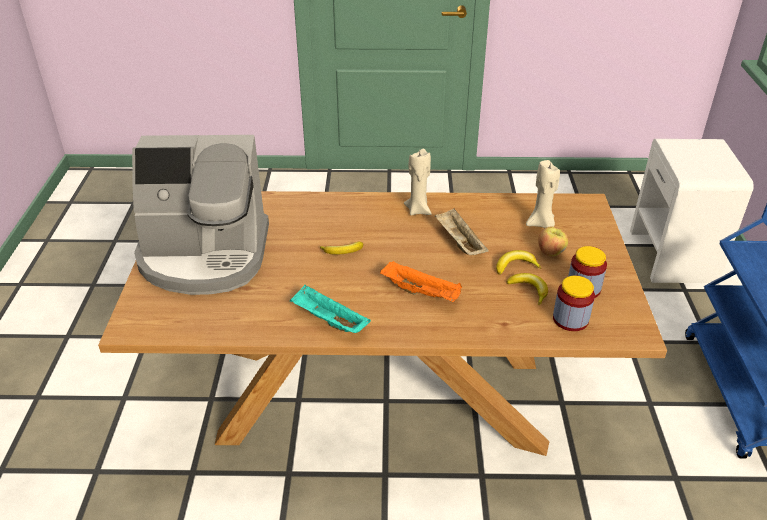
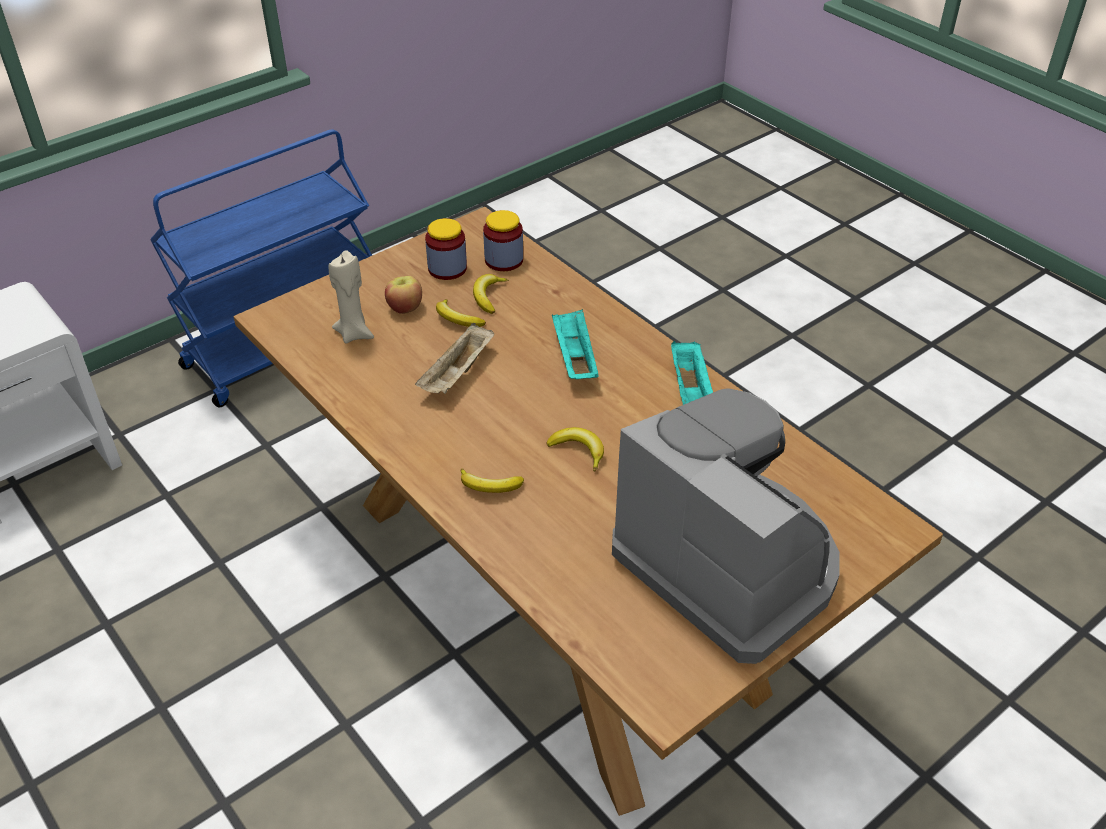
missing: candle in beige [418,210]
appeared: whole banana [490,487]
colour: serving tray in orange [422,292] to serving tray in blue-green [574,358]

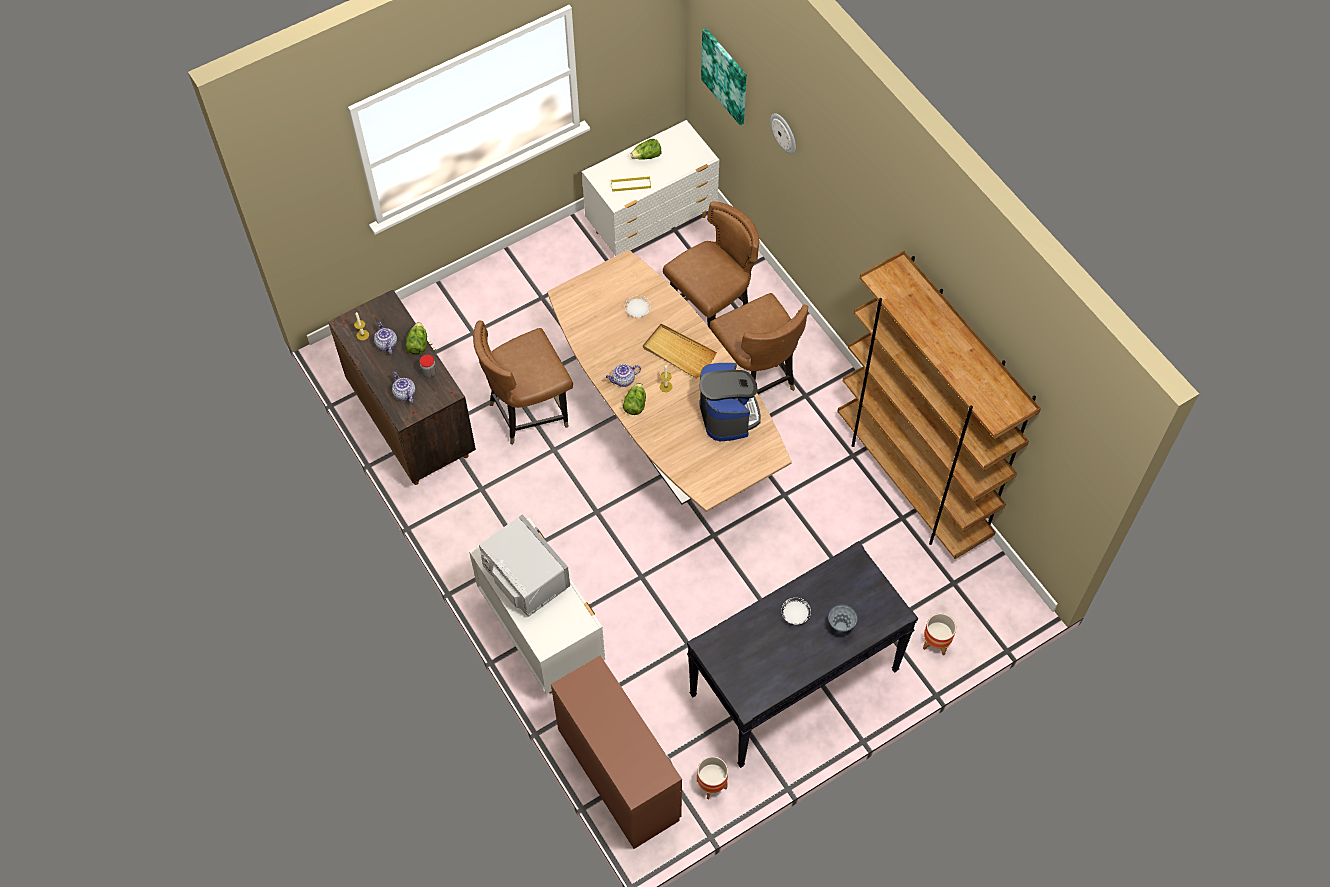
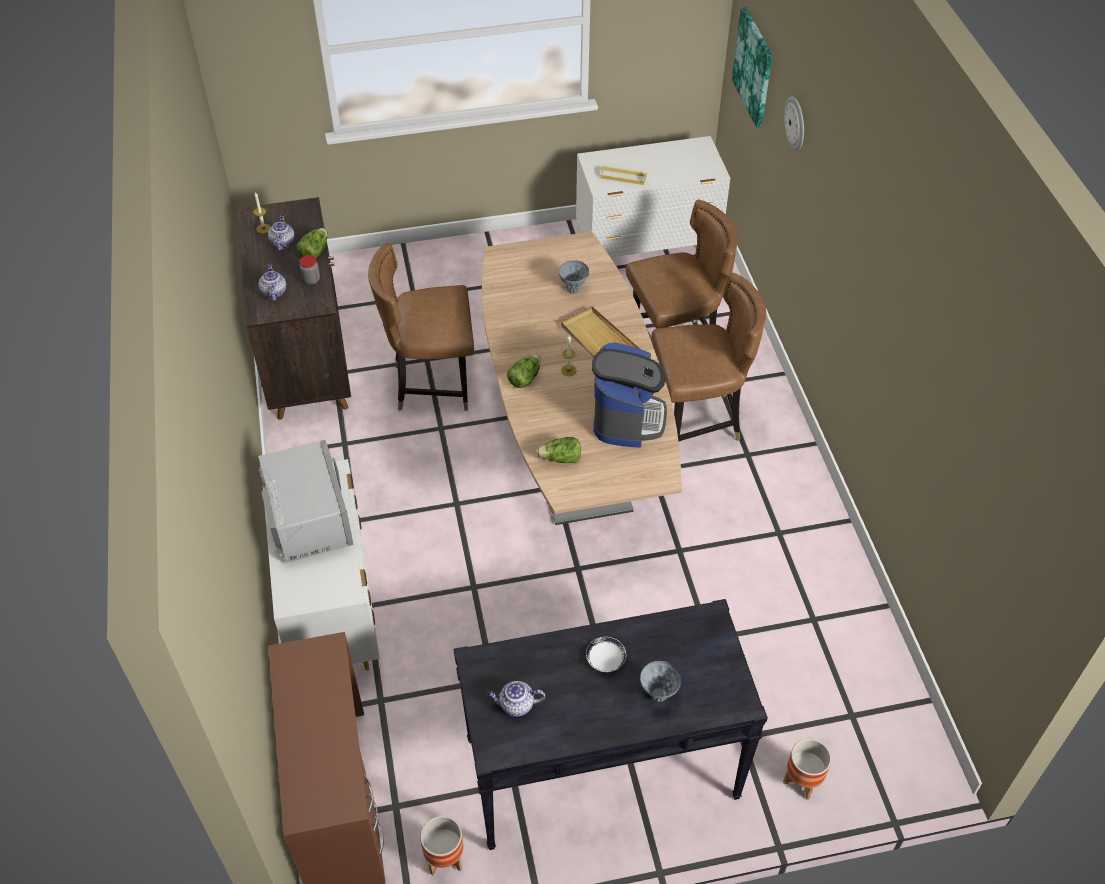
missing: shelving unit in brown-coloured [912,482]
relocated: lettuce [647,156] to [561,459]; tea pot [623,380] to [516,705]
exchanged: plate in white-coloured [638,310] to vase in greyish [573,289]
spun: chair in brown-coloured [756,378] = [697,421] 90 degrees counterclockwise

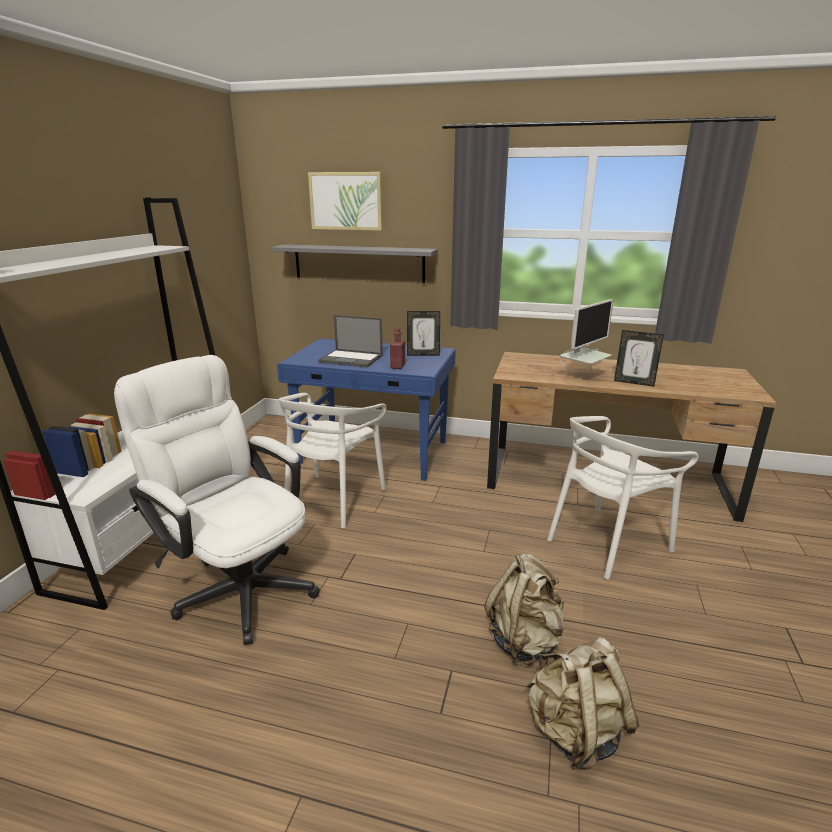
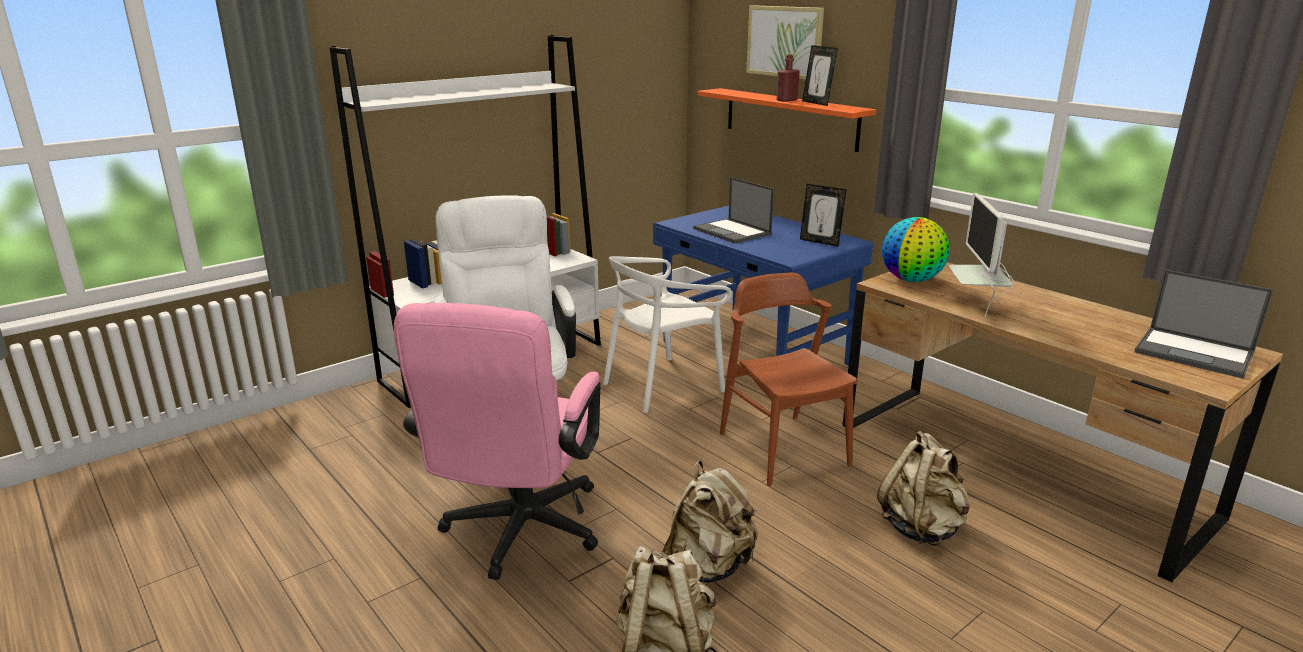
appeared: world globe [911,280]; portable computer [1195,353]; chair in brown-coloured [783,449]; office chair in pink [518,535]
relocated: drink bottle in red [397,366] to [787,100]; standing frame [634,382] to [817,103]
exchanged: chair in white-coloured [607,542] to rucksack in beige [921,527]
colour: wall shelf in greyish [359,263] to wall shelf in orange [790,118]
spun: computer display [582,377] = [977,306] 105 degrees clockwise

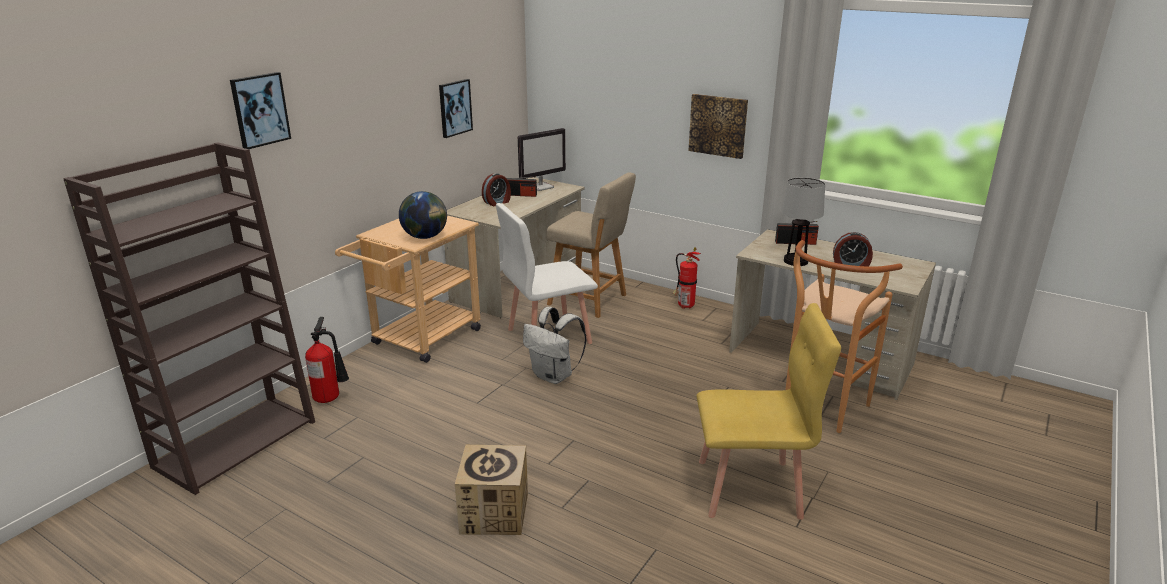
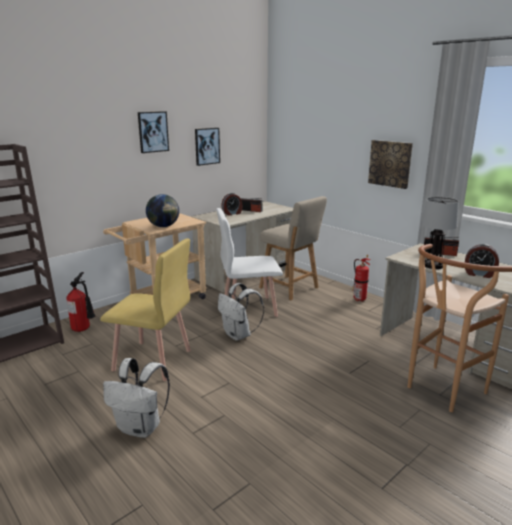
missing: computer display [541,187]
relocated: wall art [260,110] to [153,132]; chair in yellowish [750,489] to [153,360]
exchanged: packing box [494,513] to rucksack in white-coloured [141,428]

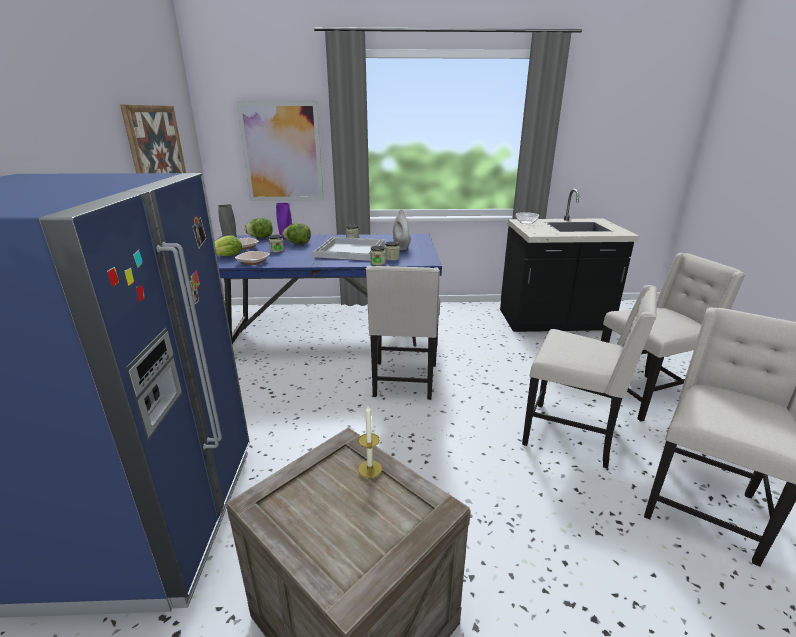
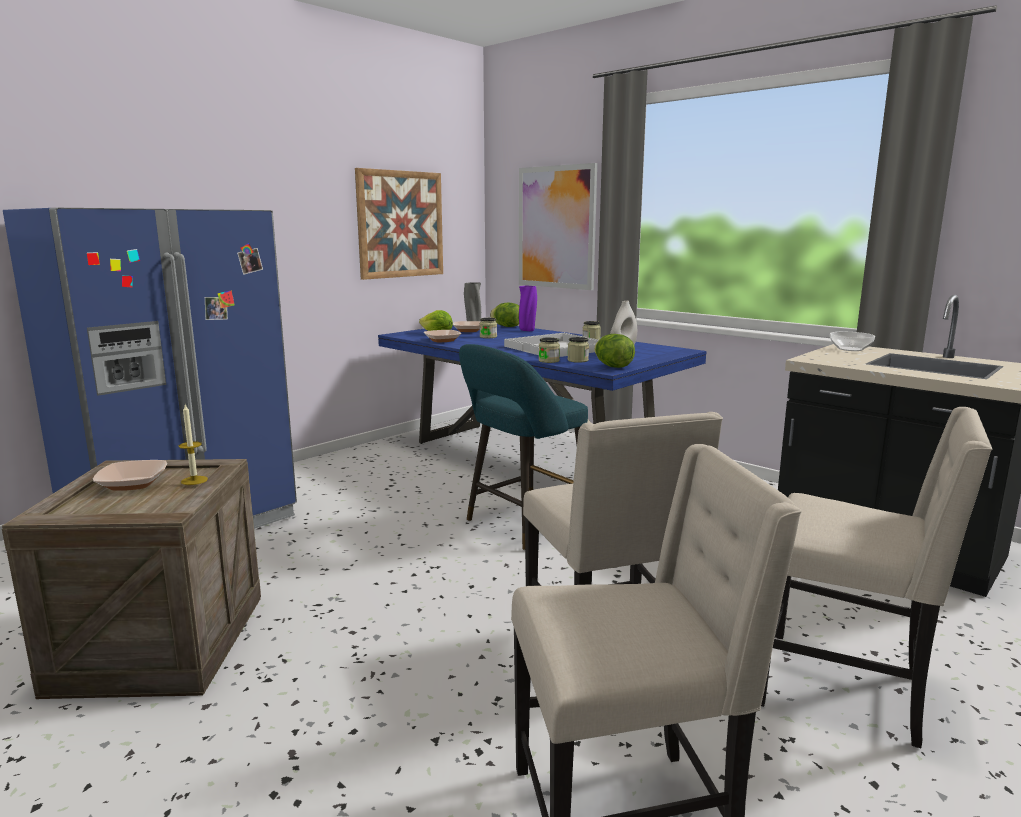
appeared: bowl [133,484]
relocated: lettuce [298,243] to [613,366]
exchanged: chair in beige [404,381] to sitting stool in blue-green [522,525]

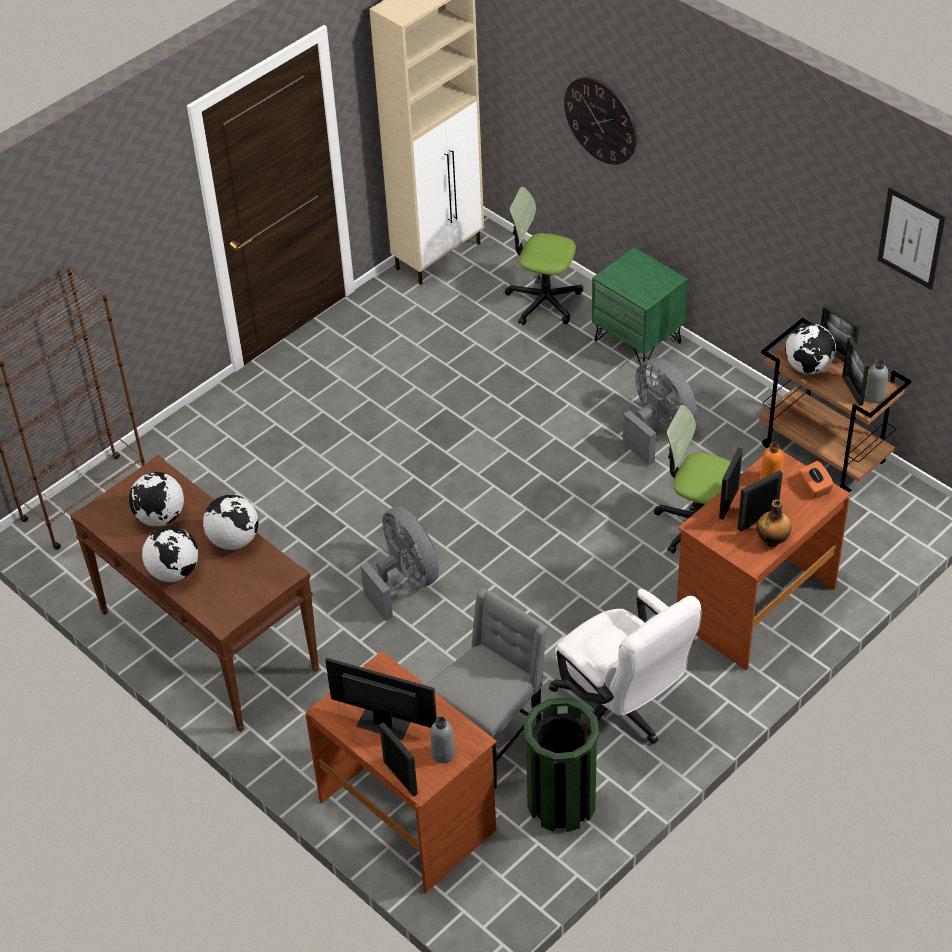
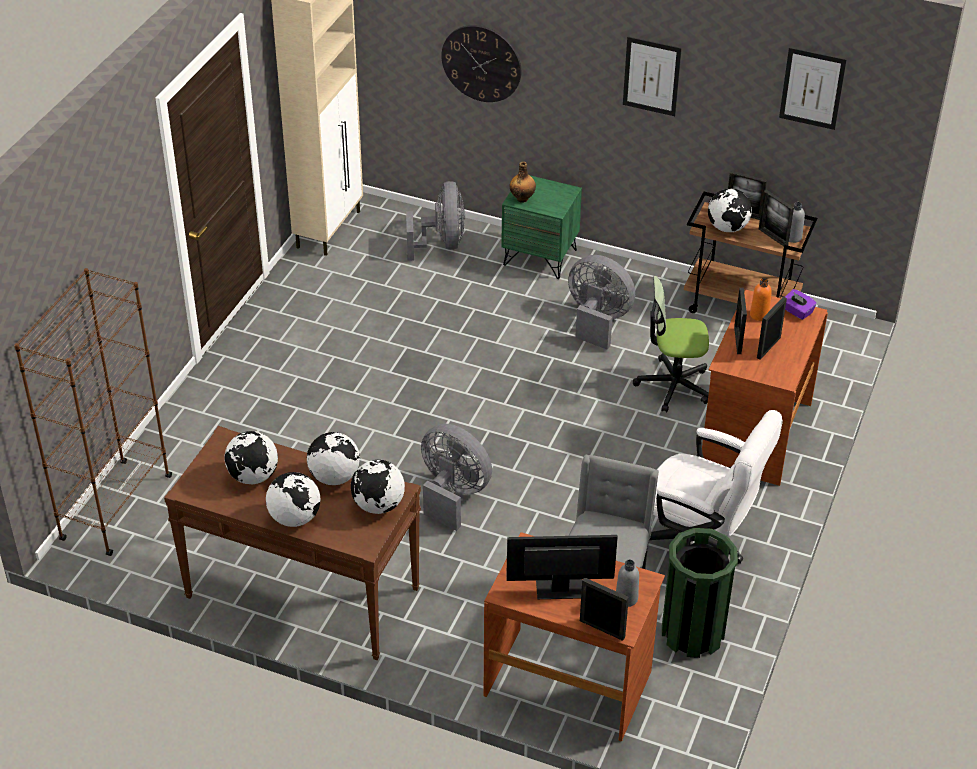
appeared: wall art [651,76]; world globe [378,505]
relocated: drink bottle [772,540] to [522,198]
exchanged: office chair [543,301] to electric fan in greyish [442,244]
colour: box of tissues in orange [814,487] to box of tissues in purple [797,312]

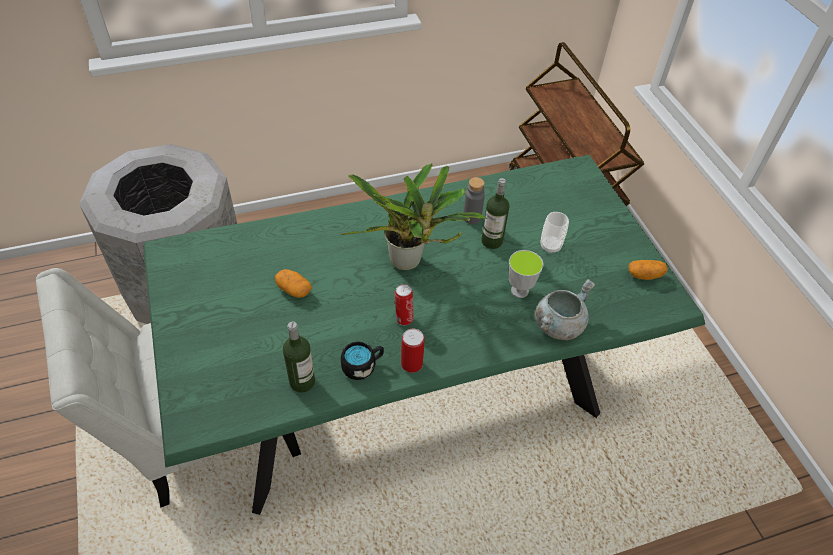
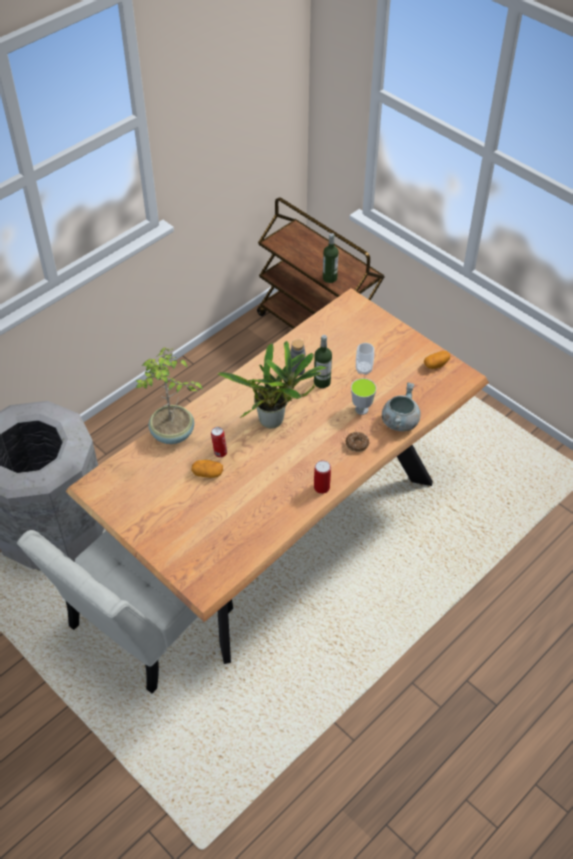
missing: tea mug in black [363,366]
appeared: houseplant [172,434]; donut [357,444]
relocated: metal can [403,318] to [219,452]; drink bottle [302,382] to [329,278]
colour: dining table in green-coloured [410,390] to dining table in brown-coloured [286,526]

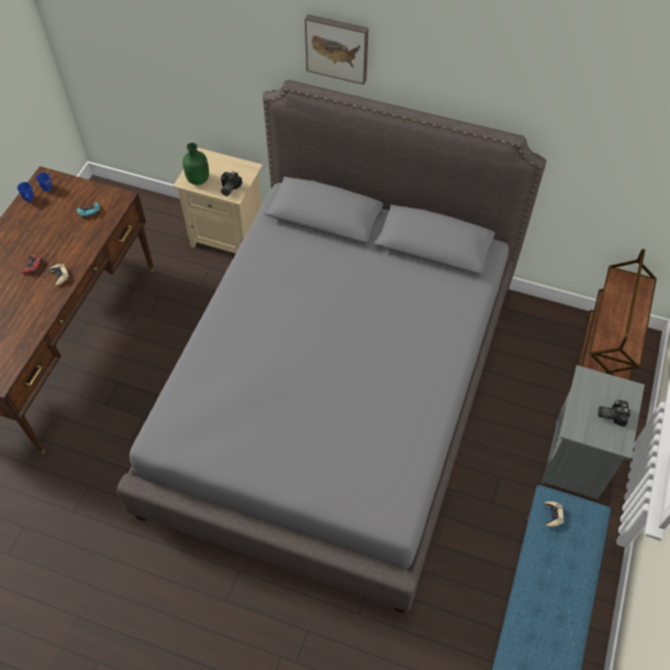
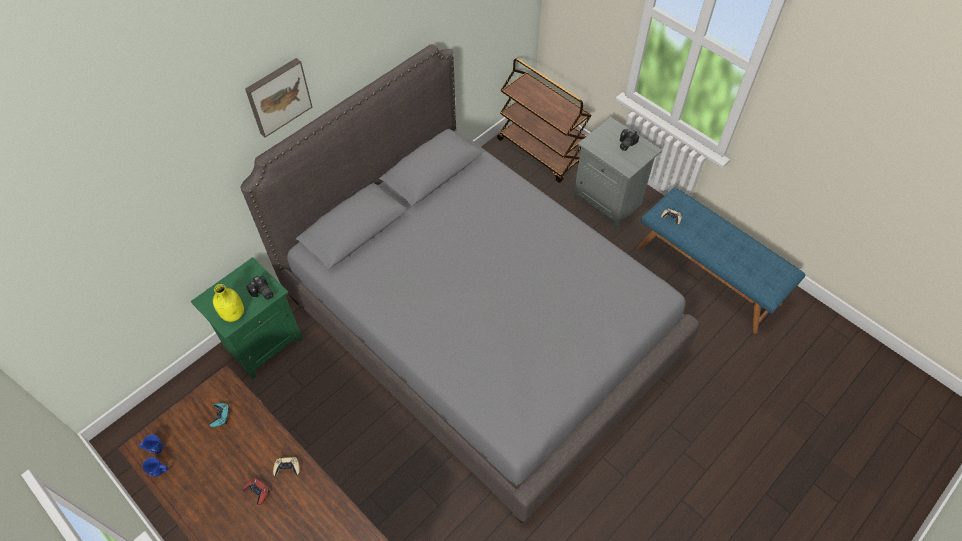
colour: drink bottle in green-coloured [198,180] to drink bottle in yellowish [234,314]; bedside table in beige [228,236] to bedside table in green-coloured [262,343]

